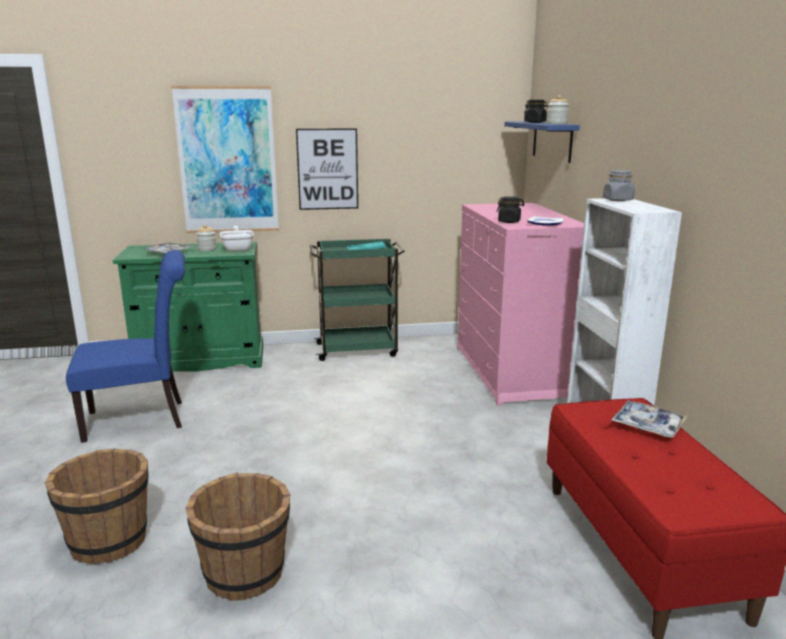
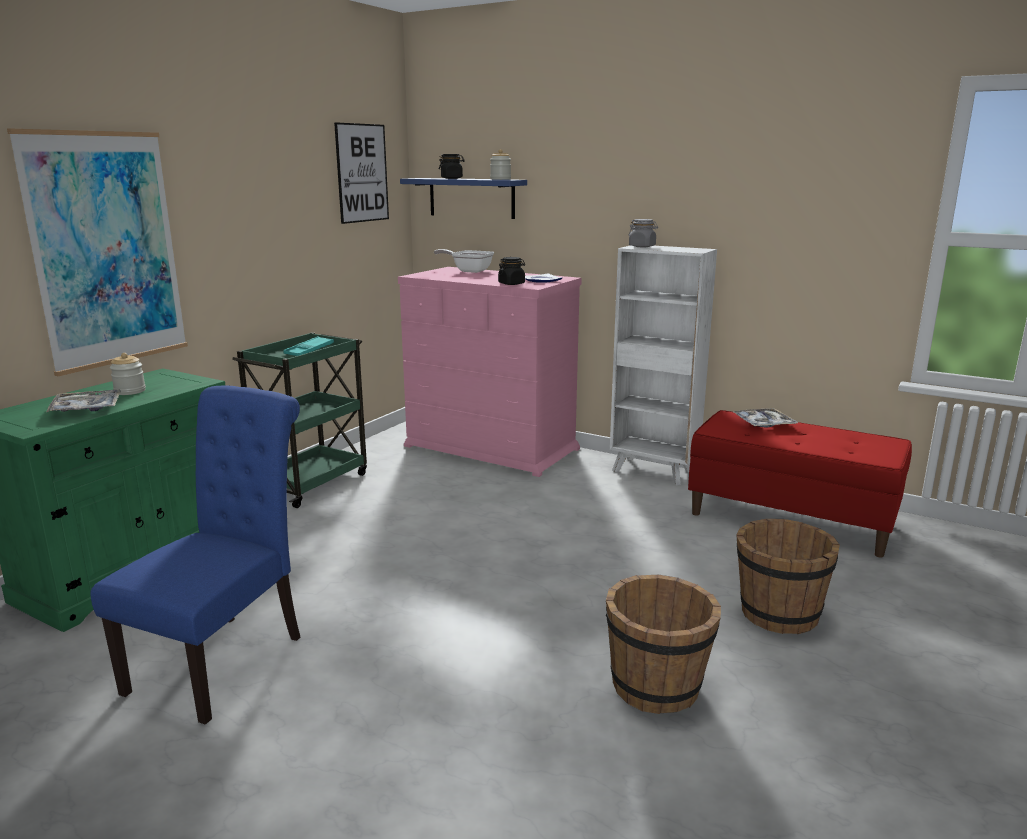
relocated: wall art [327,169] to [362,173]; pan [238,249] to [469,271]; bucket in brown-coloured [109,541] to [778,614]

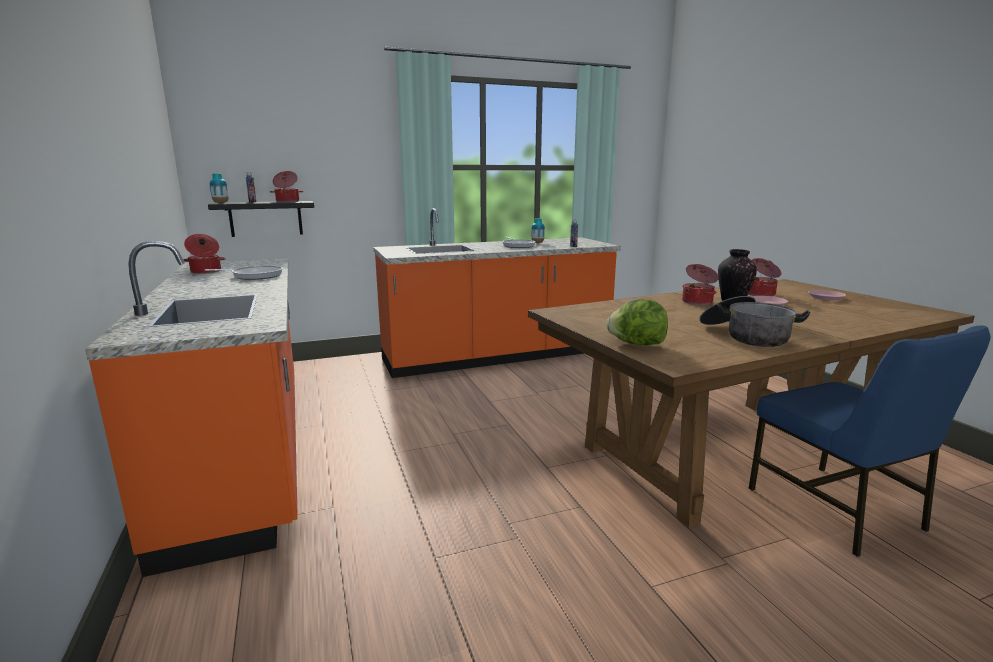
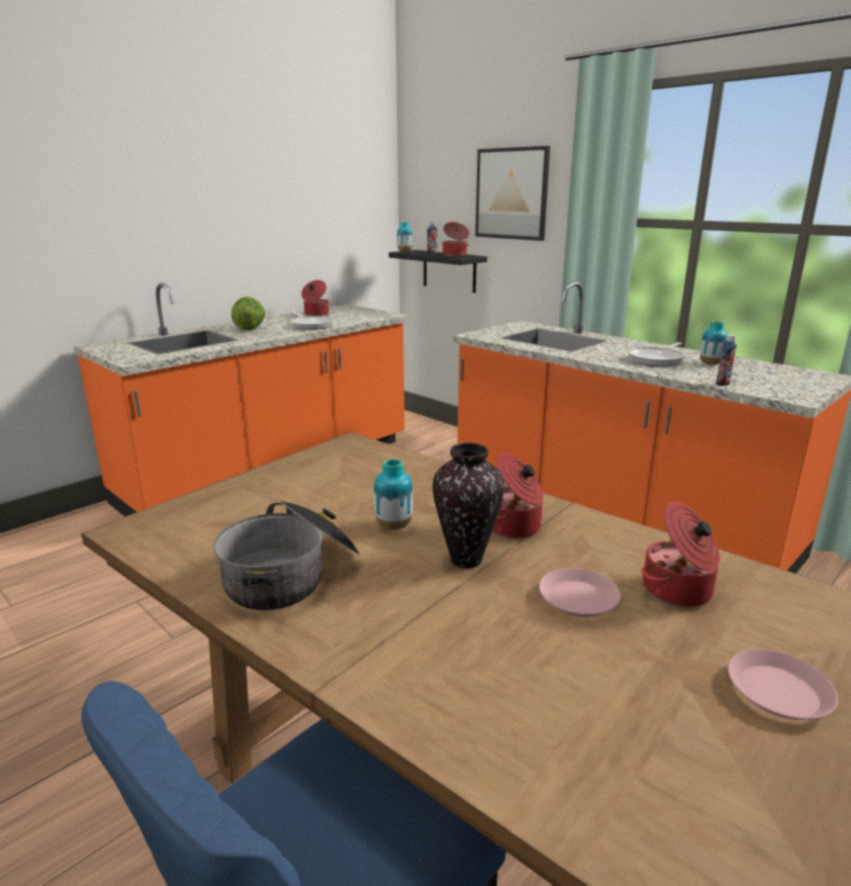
appeared: wall art [511,194]; vase [394,526]
relocated: lettuce [637,344] to [249,329]

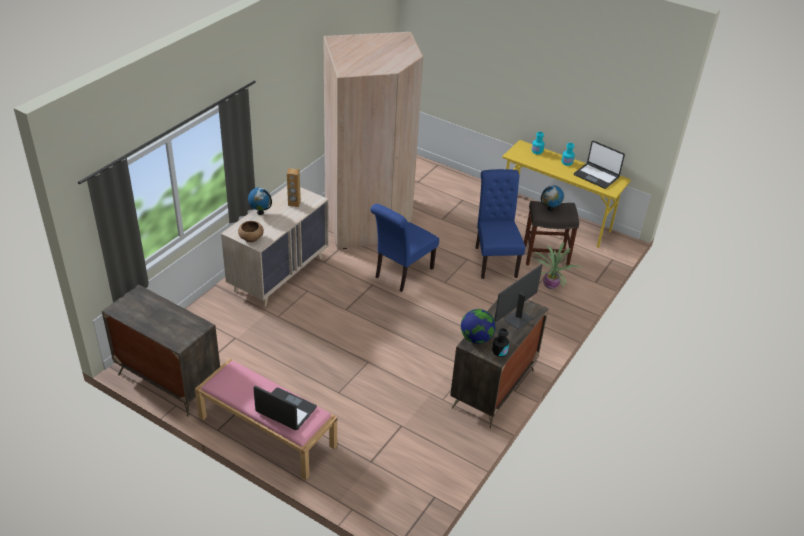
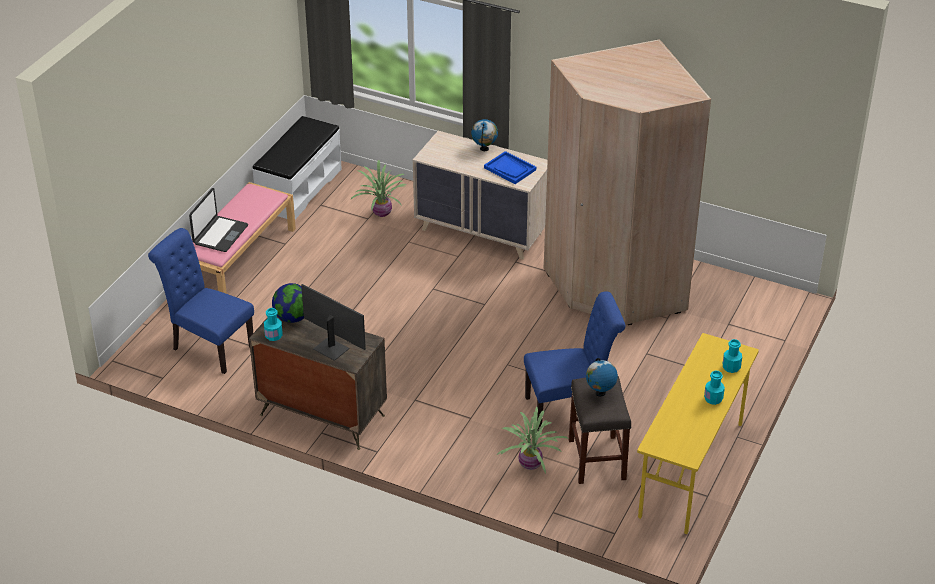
missing: portable computer [596,176]; bowl in brown-coloured [251,238]
appeared: houseplant [382,212]
relocated: chair in bluish [401,274] to [208,346]
exchanged: loudspeaker in brown-coloured [294,203] to serving tray in bluish [510,169]; drawer chest [168,380] to bench in white-coloured [299,189]
colour: drink bottle in black [499,352] to drink bottle in blue-green [273,336]

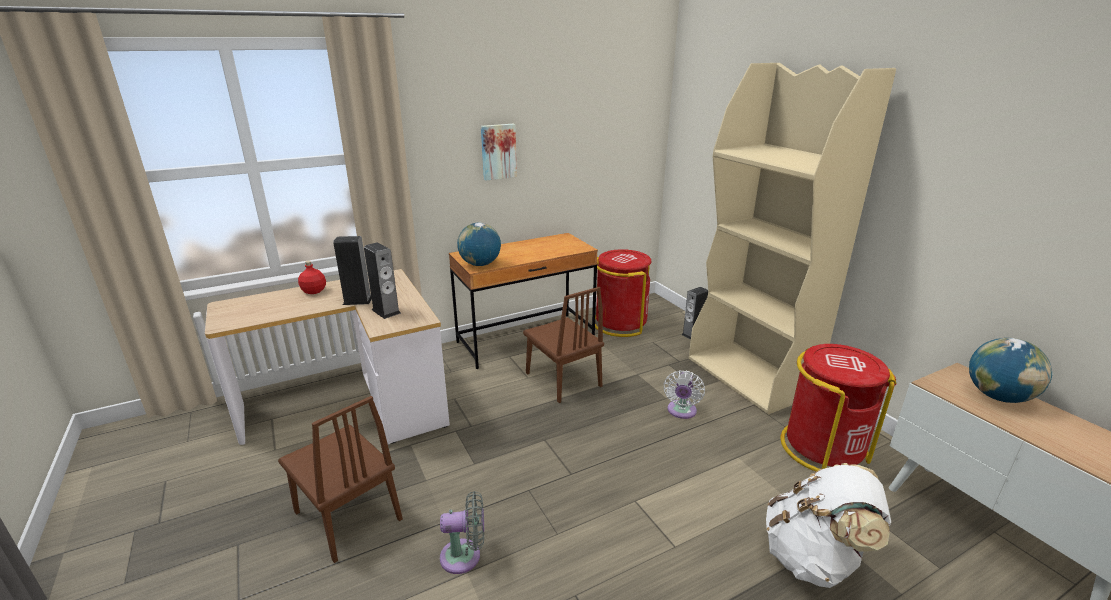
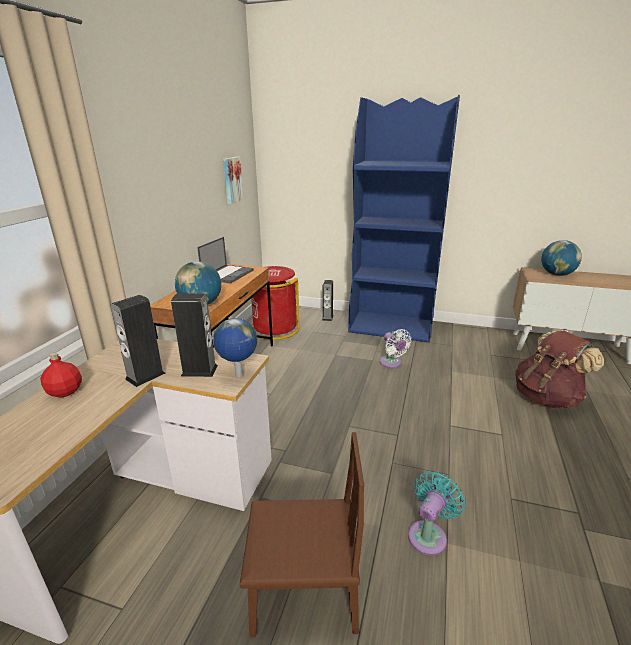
missing: chair in brown-coloured [563,379]; waste bin in red [822,447]
appeared: portable computer [228,274]; world globe [238,376]
relocated: wall art [498,151] to [232,180]
colour: shelving unit in beige [750,376] to shelving unit in bluish [391,327]; rucksack in white-coloured [814,558] to rucksack in brown-coloured [547,398]; electric fan in greyish [465,556] to electric fan in blue-green [429,534]

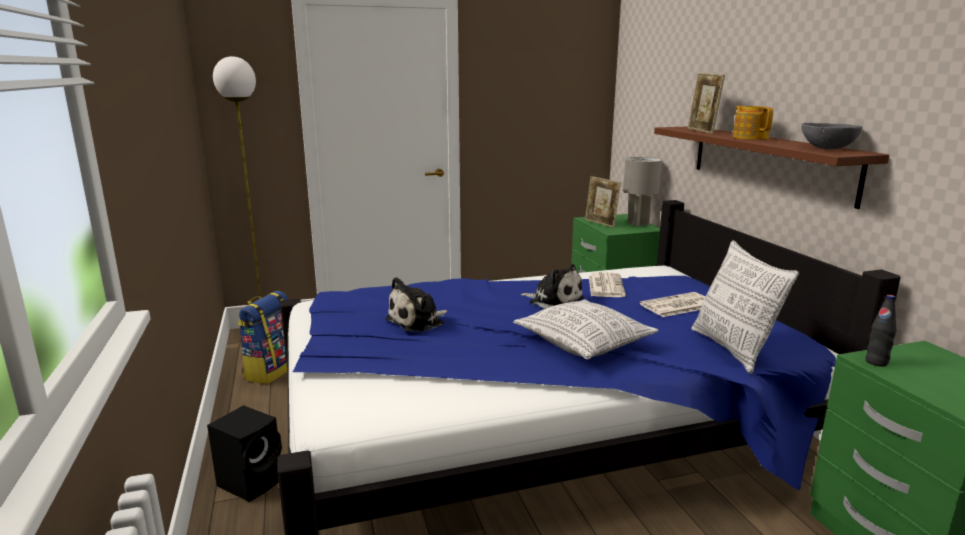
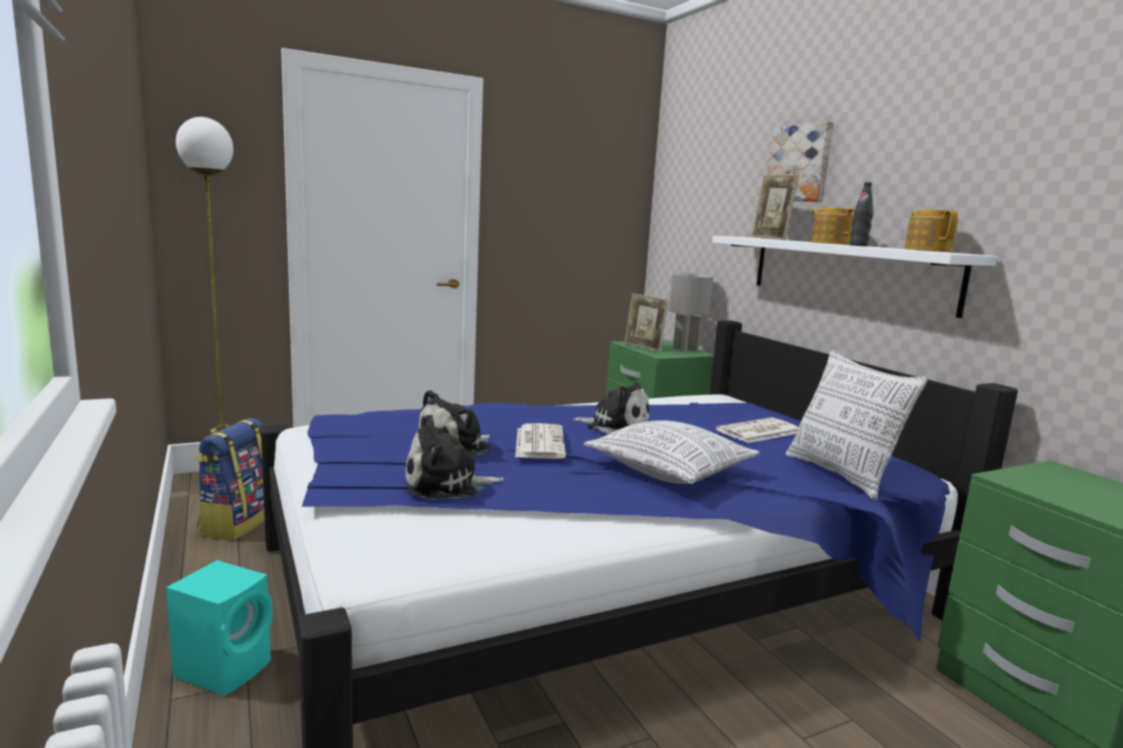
appeared: wall art [800,164]; soft toy [447,485]
relocated: printed paper [605,285] to [539,442]; drink bottle in black [876,362] to [858,245]
exchanged: bowl in greyish [828,148] to tea pot [928,250]
colour: wall shelf in brown-coloured [768,161] to wall shelf in white-coloured [847,272]; loudspeaker in black [252,481] to loudspeaker in blue-green [226,668]

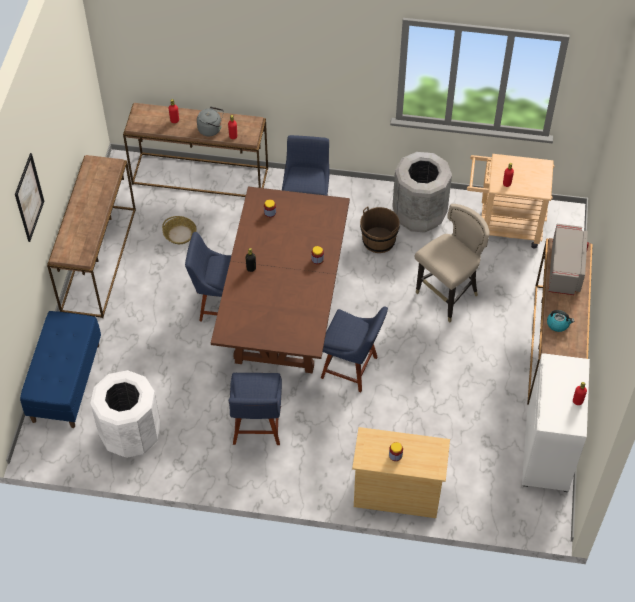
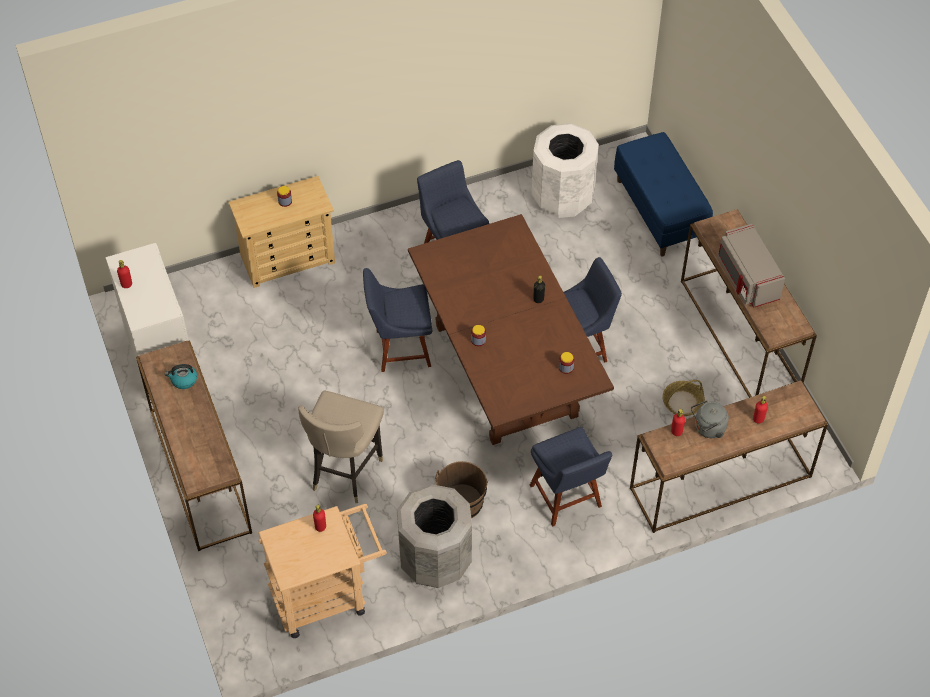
missing: wall art [29,197]
relocated: microwave in greyish [565,270] to [746,278]

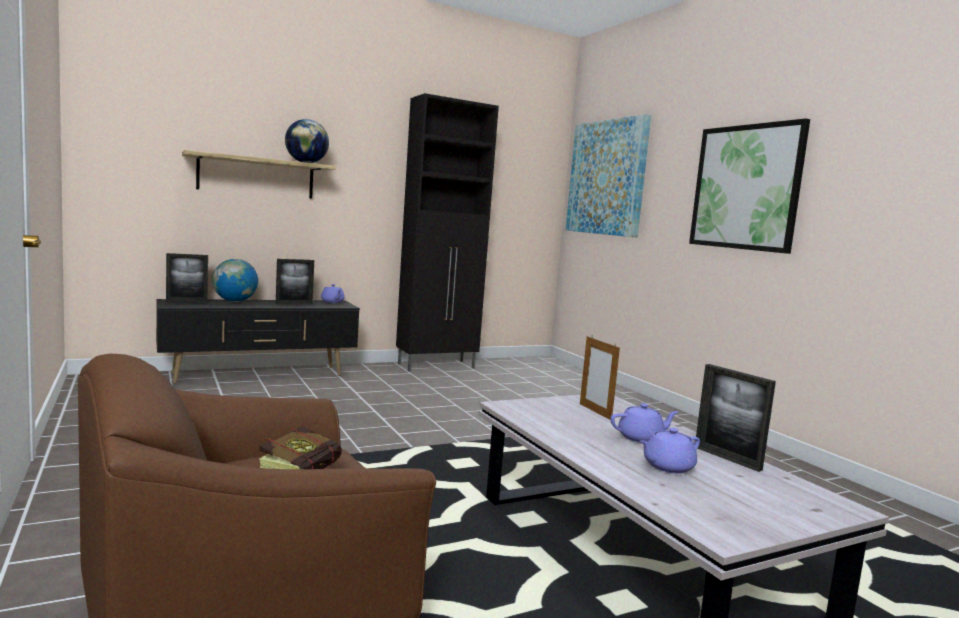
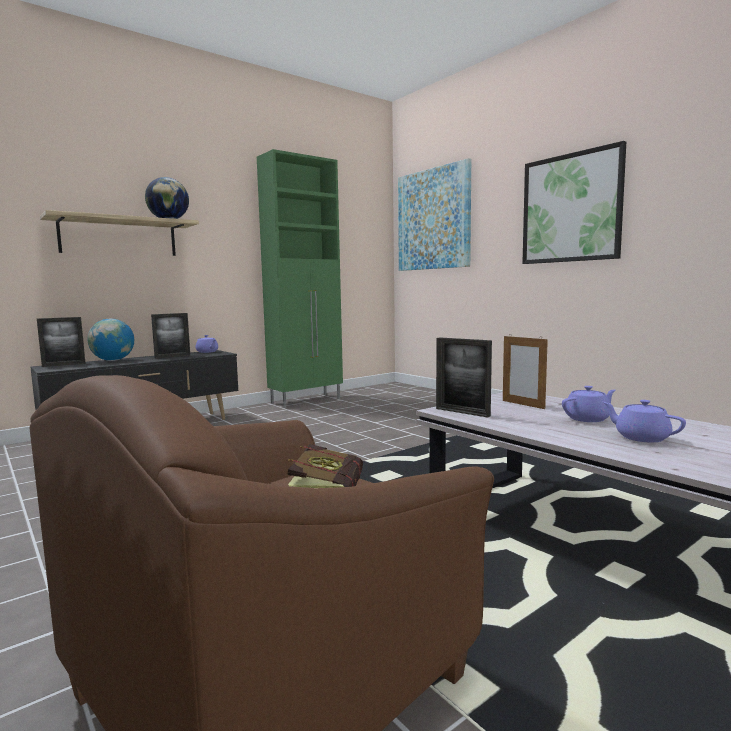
relocated: standing frame [727,458] to [462,412]
colour: storage cabinet in black [437,366] to storage cabinet in green-coloured [307,400]
spun: tea pot in purple [667,467] = [641,437] 90 degrees clockwise

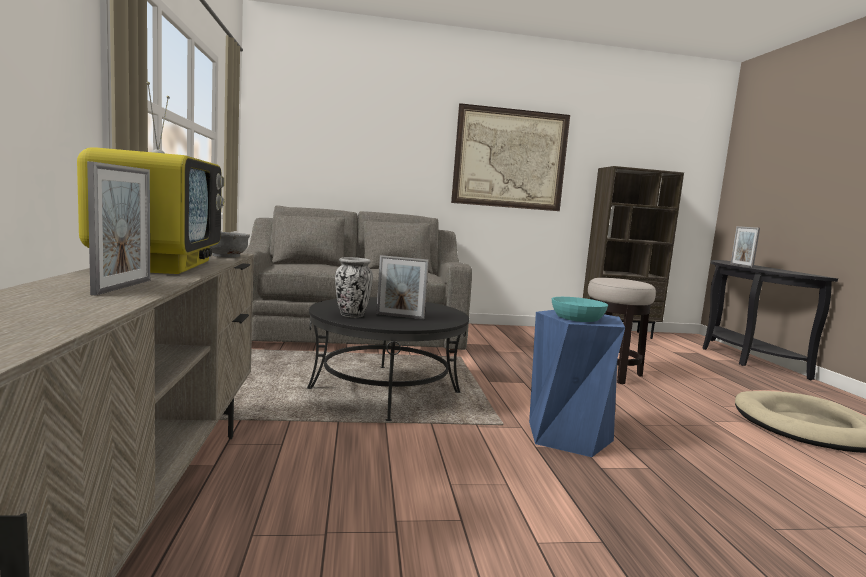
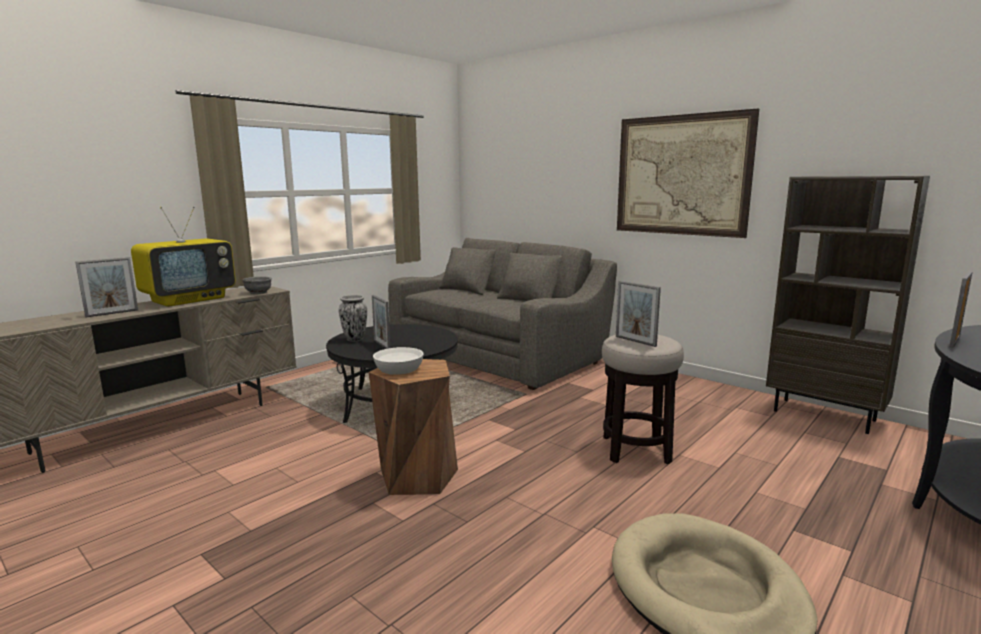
appeared: standing frame [635,341]
colour: bowl in blue-green [576,318] to bowl in white-coloured [398,369]; sitting stool in bluish [568,436] to sitting stool in brown-coloured [417,476]

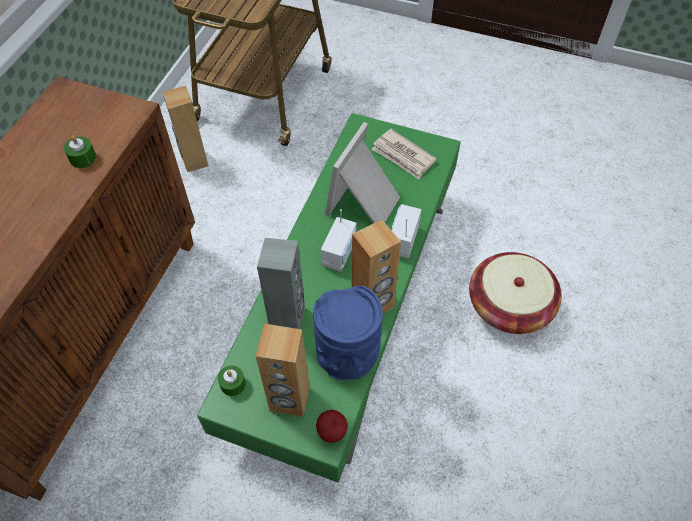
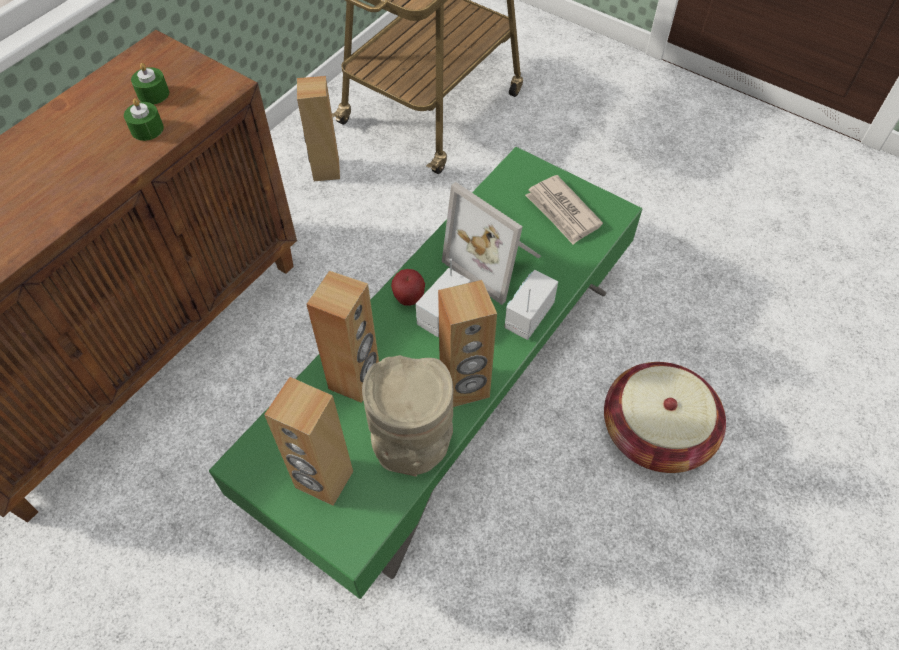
relocated: candle in green-coloured [233,384] to [153,94]; whole apple [332,433] to [409,299]
colour: loudspeaker in greyish [288,318] to loudspeaker in brown-coloured [355,380]; vase in bluish [347,356] to vase in beige [412,445]
spun: standing frame [365,203] = [496,260] 90 degrees counterclockwise

